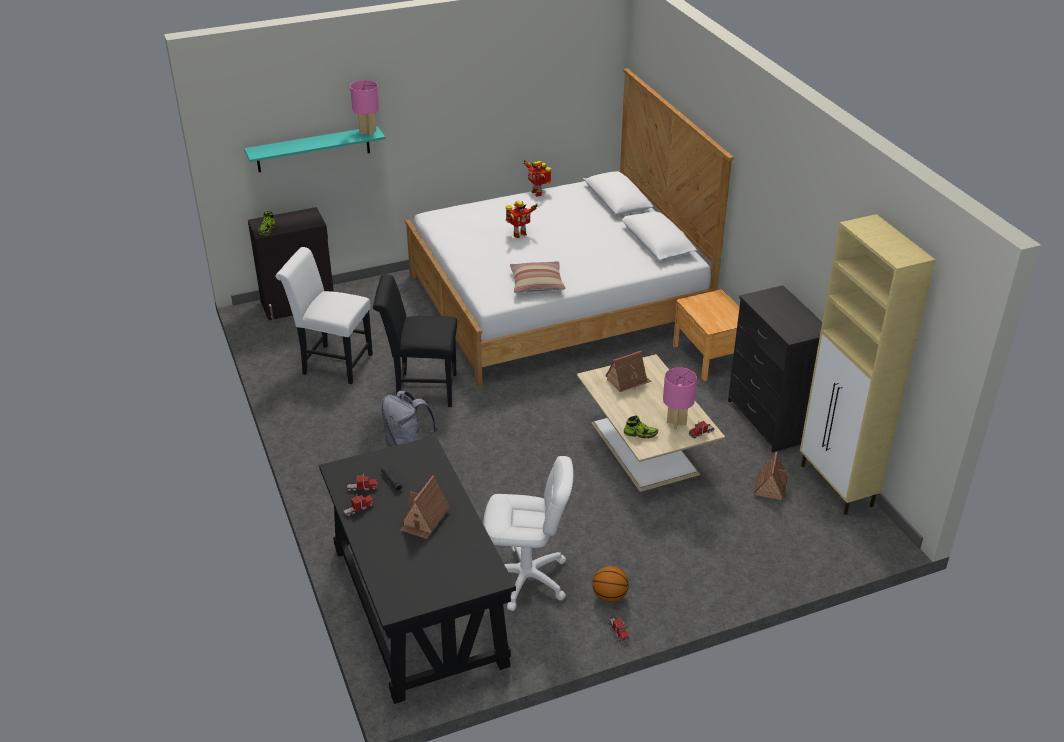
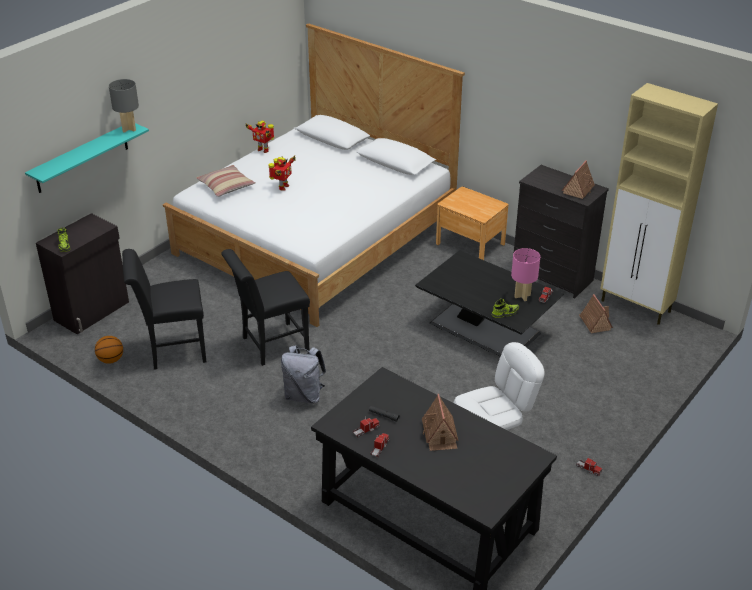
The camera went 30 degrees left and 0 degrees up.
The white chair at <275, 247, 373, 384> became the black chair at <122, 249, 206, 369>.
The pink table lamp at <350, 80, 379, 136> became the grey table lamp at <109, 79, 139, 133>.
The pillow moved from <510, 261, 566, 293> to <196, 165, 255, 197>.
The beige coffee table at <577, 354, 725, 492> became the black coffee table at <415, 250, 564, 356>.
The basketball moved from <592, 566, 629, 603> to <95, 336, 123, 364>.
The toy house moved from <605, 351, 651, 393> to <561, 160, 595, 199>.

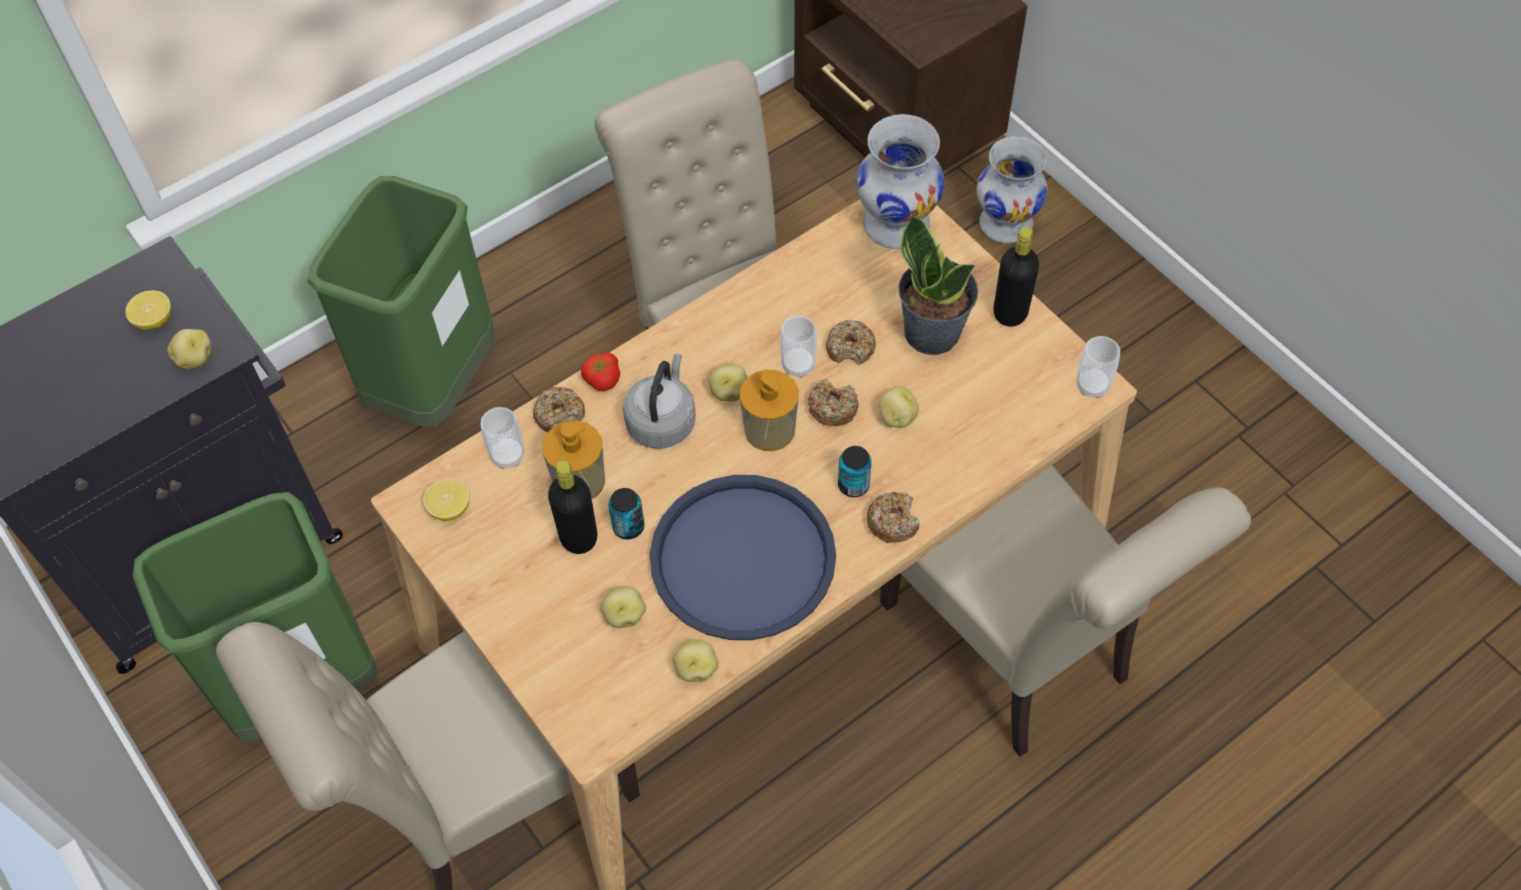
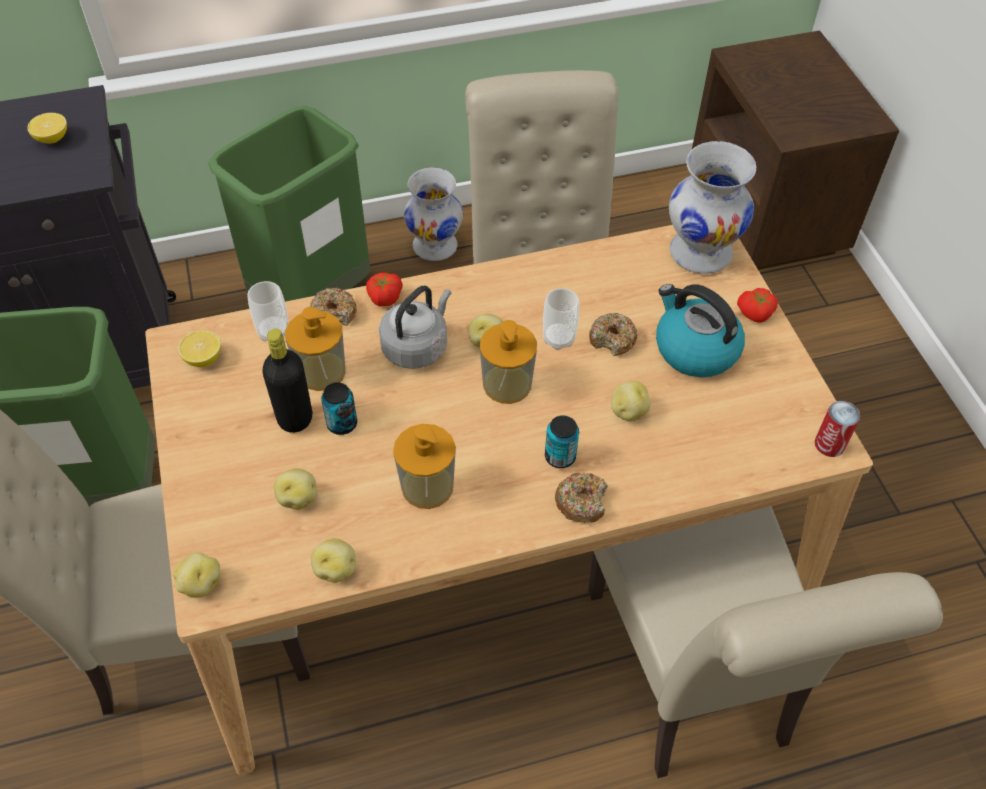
The camera went 20 degrees right and 5 degrees down.
The potato moved from <167, 329, 211, 369> to <173, 552, 220, 598>.
The blue tray at <650, 475, 836, 640> was replaced by the soap dispenser at <393, 424, 456, 509>.
The donut at <807, 378, 859, 426> disappeared.
The potted plant at <899, 214, 978, 355> was replaced by the kettle at <656, 284, 745, 377>.
The white vase moved from <977, 136, 1048, 243> to <404, 168, 463, 261>.
The black bottle at <994, 227, 1039, 326> disappeared.
The cup at <1076, 336, 1120, 398> was replaced by the can at <815, 401, 860, 457>.
The tomato at <737, 288, 778, 323> appeared.

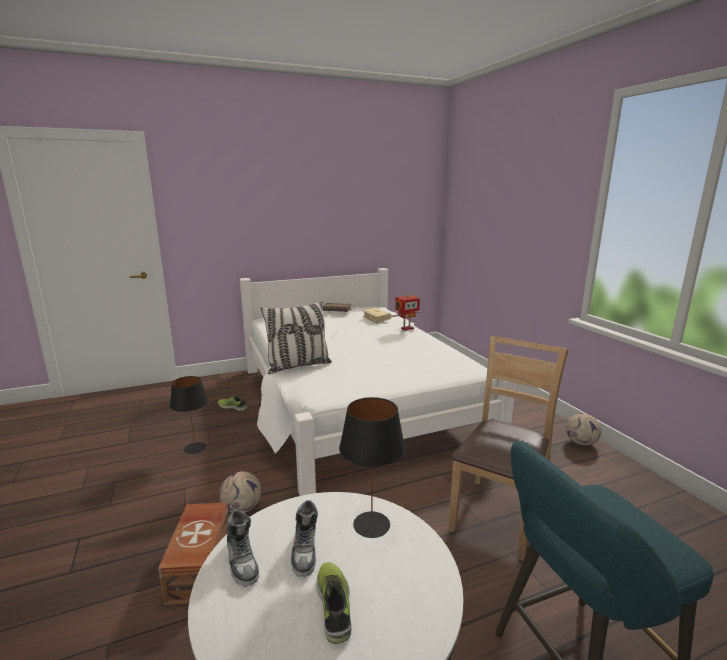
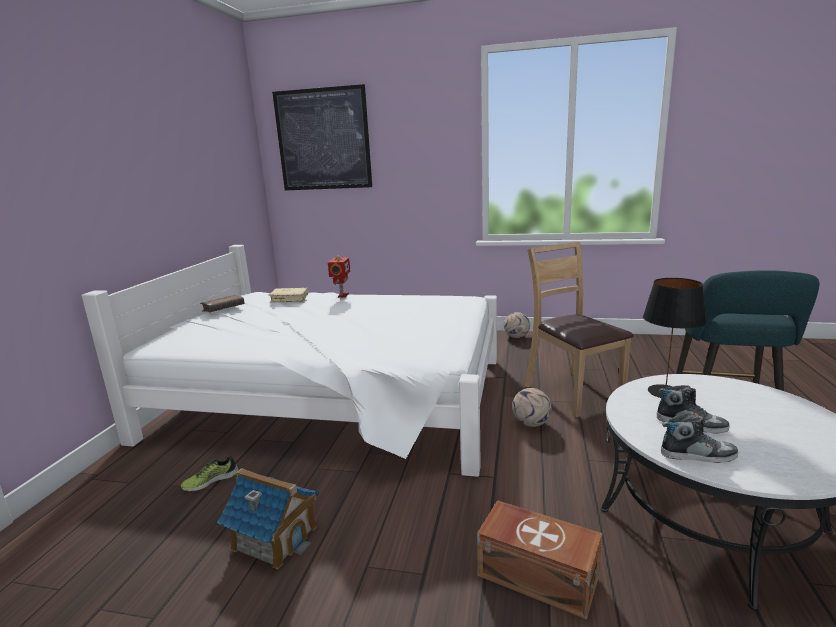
The camera went 55 degrees left and 0 degrees up.
The black table lamp at <170, 376, 208, 454> was replaced by the toy house at <217, 468, 319, 569>.
The football moved from <220, 471, 261, 513> to <512, 388, 552, 427>.
The pillow at <261, 301, 332, 374> disappeared.
The shoe at <317, 562, 352, 644> disappeared.
The picture at <272, 84, 372, 190> appeared.

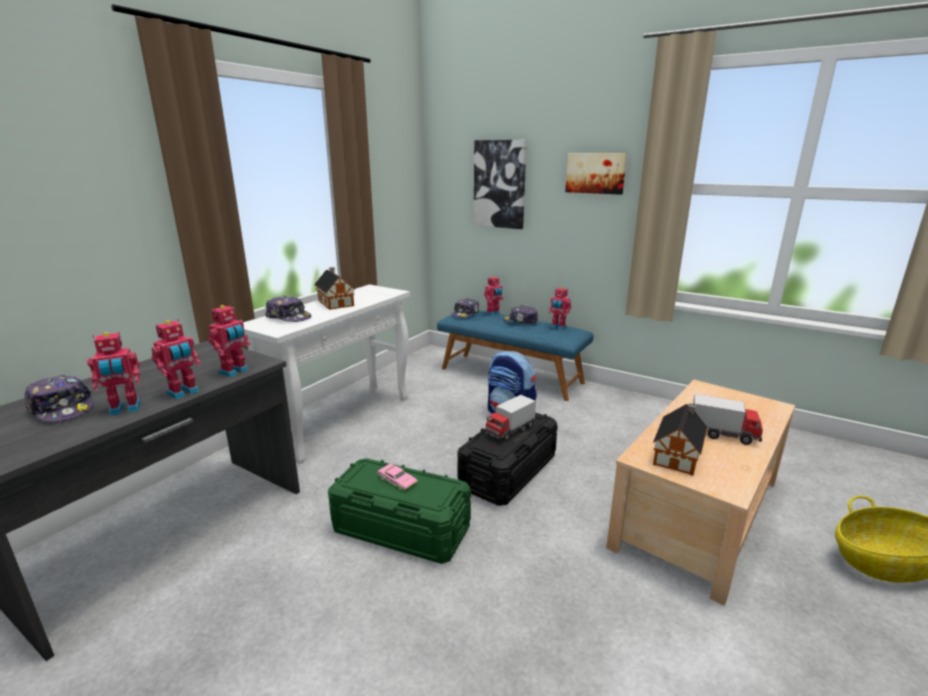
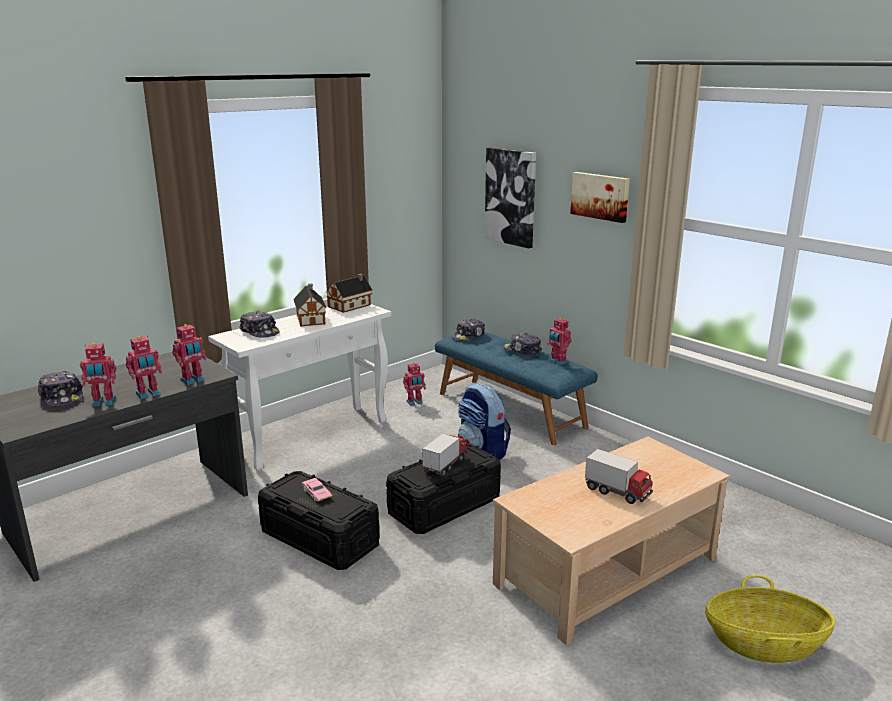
The camera went 15 degrees right and 0 degrees up.
The green storage box at <328, 458, 471, 564> became the black storage box at <258, 471, 380, 570>.
The toy robot moved from <484, 276, 504, 316> to <403, 363, 426, 406>.
The toy truck at <485, 395, 536, 441> turned 150 degrees clockwise.
The toy house moved from <653, 403, 708, 476> to <326, 273, 373, 313>.

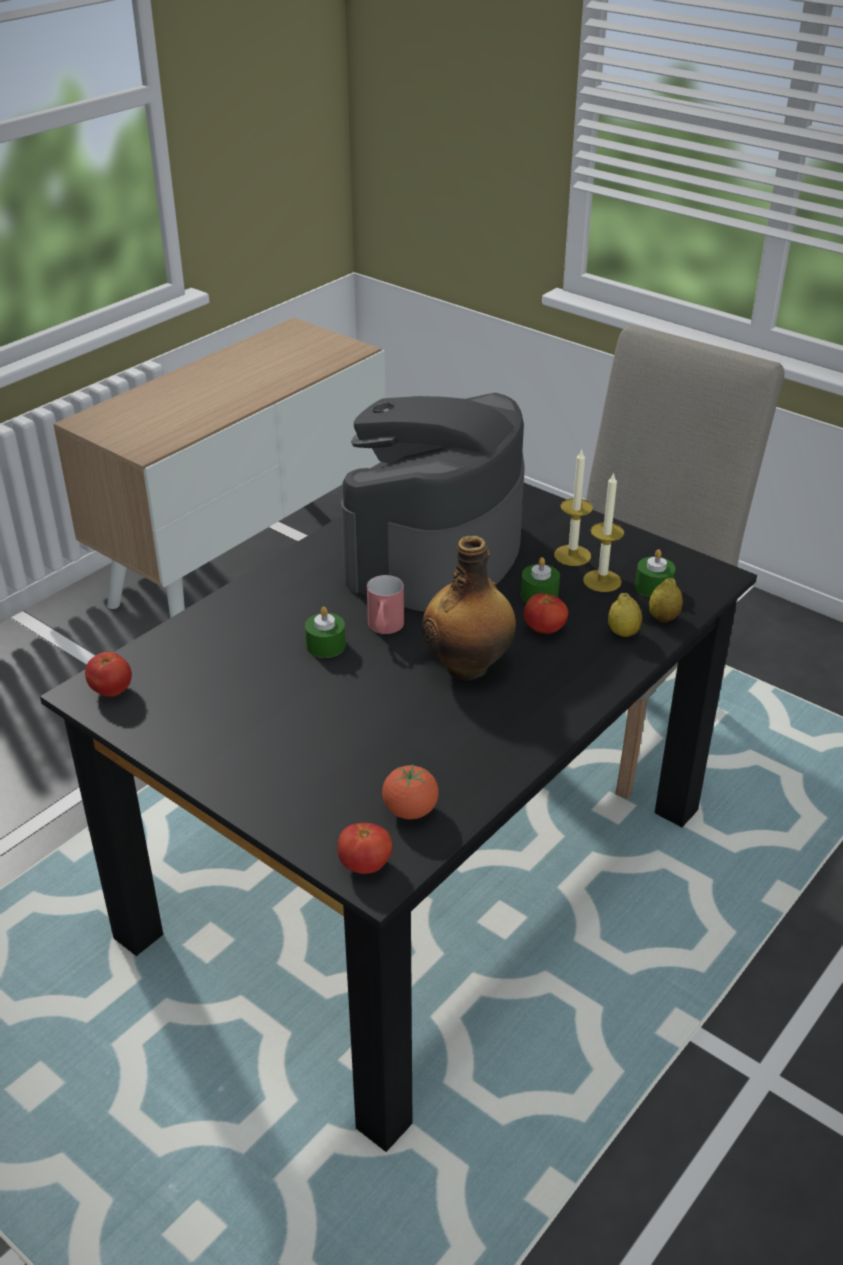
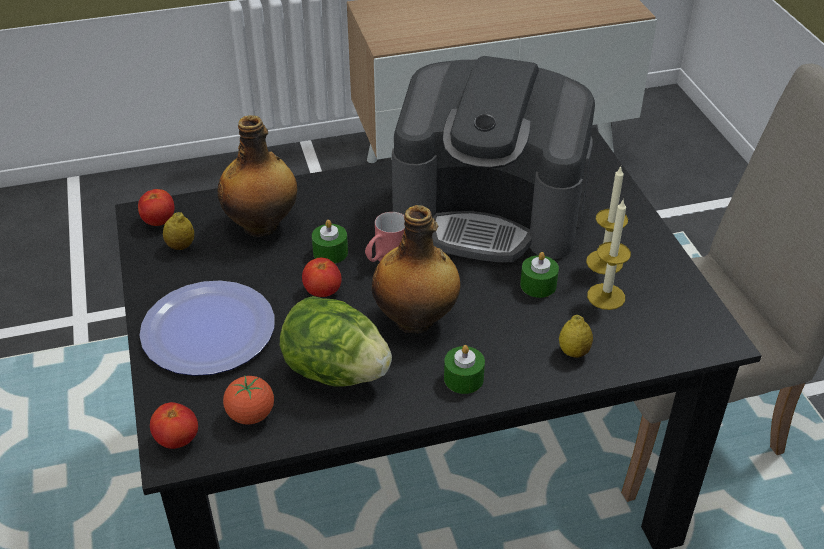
The camera went 35 degrees right and 5 degrees up.
The coffee machine at <341, 393, 525, 612> turned 135 degrees counterclockwise.
The tomato moved from <524, 593, 568, 634> to <302, 258, 341, 297>.
The green candle moved from <635, 549, 675, 597> to <444, 345, 485, 394>.
The lemon moved from <649, 578, 683, 623> to <163, 212, 194, 250>.
The plate at <139, 280, 275, 376> appeared.
The bottle at <217, 115, 297, 237> appeared.
The lettuce at <280, 296, 392, 386> appeared.

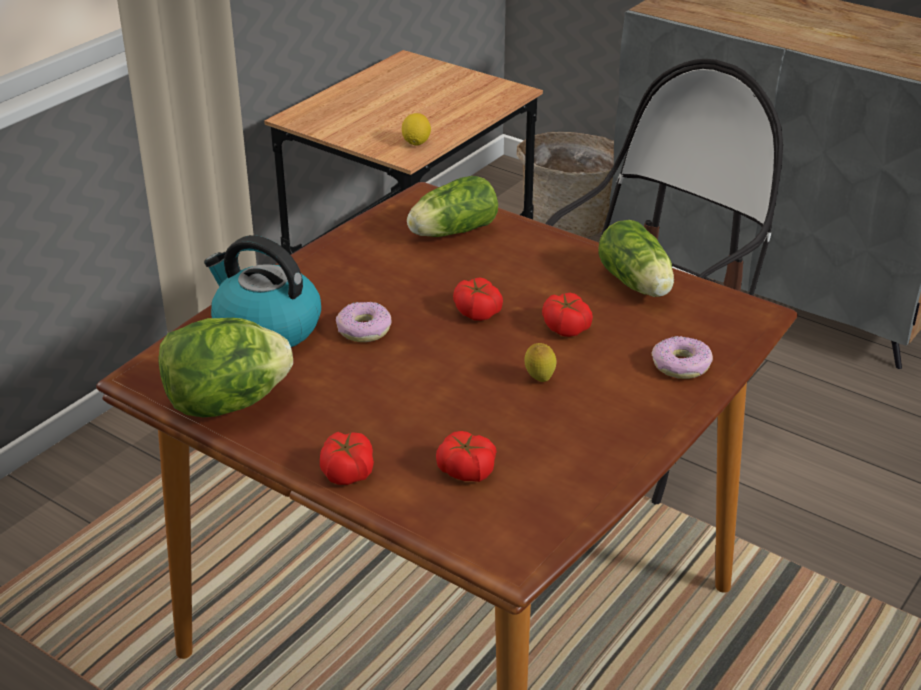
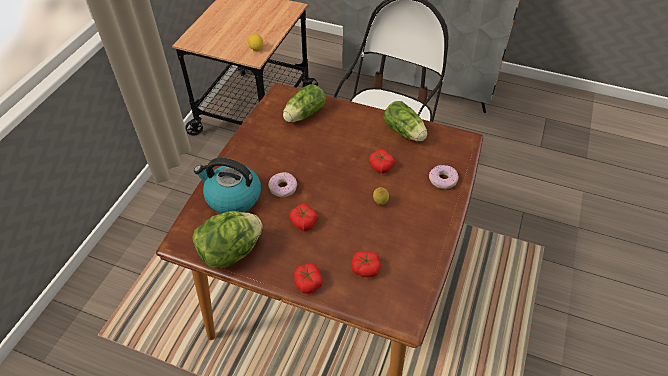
The camera went 15 degrees left and 15 degrees up.
The tomato moved from <453, 277, 503, 321> to <290, 204, 318, 231>.
The basket at <516, 132, 614, 238> disappeared.

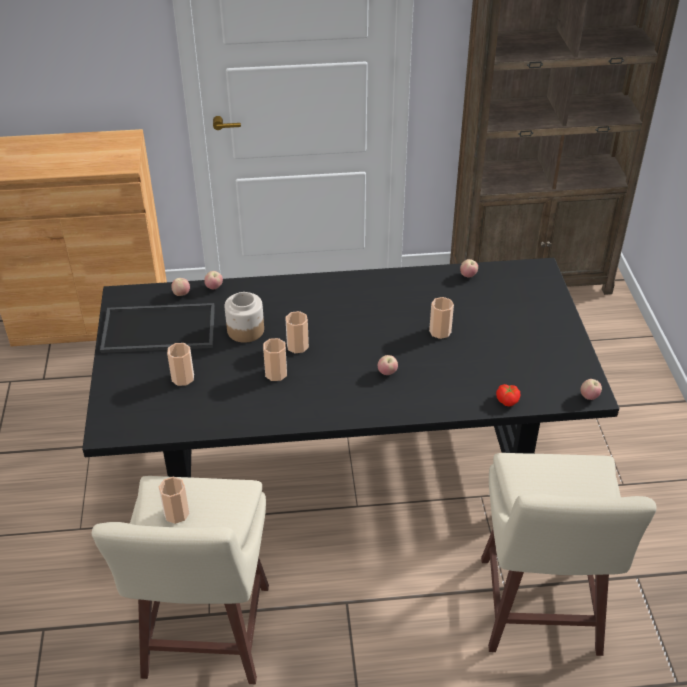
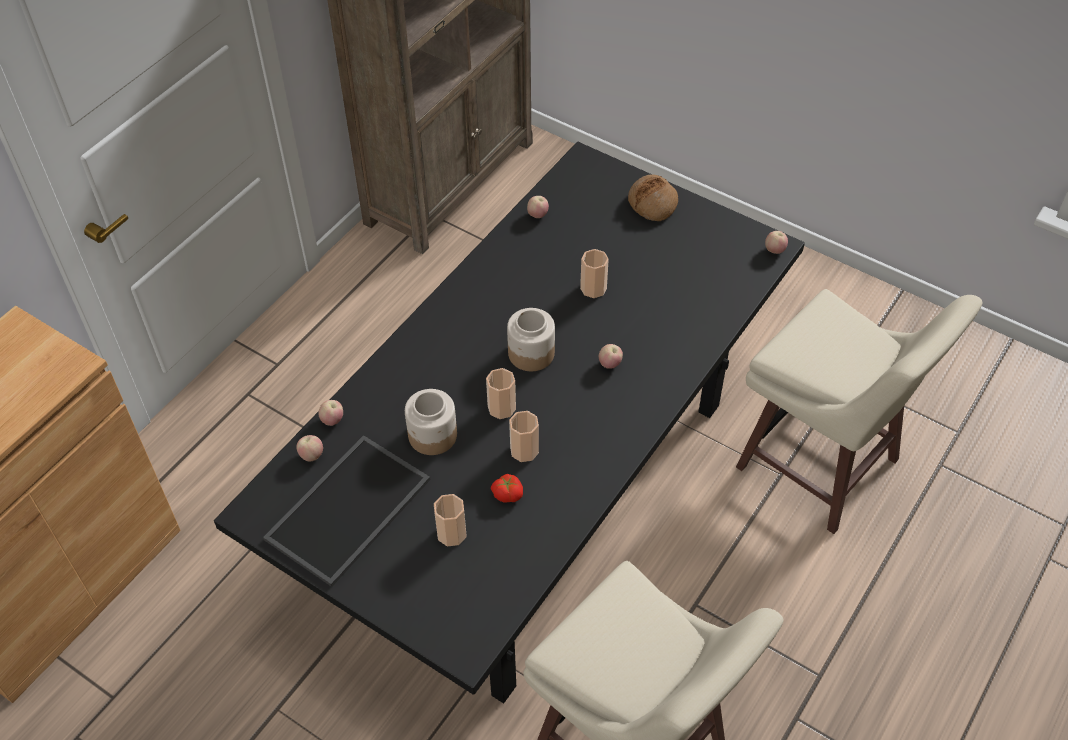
The camera went 50 degrees left and 10 degrees up.
The cup at <159, 477, 189, 524> disappeared.
The tomato moved from <496, 384, 520, 406> to <491, 474, 523, 503>.
The jar at <507, 308, 555, 371> appeared.
The bread at <628, 175, 678, 221> appeared.

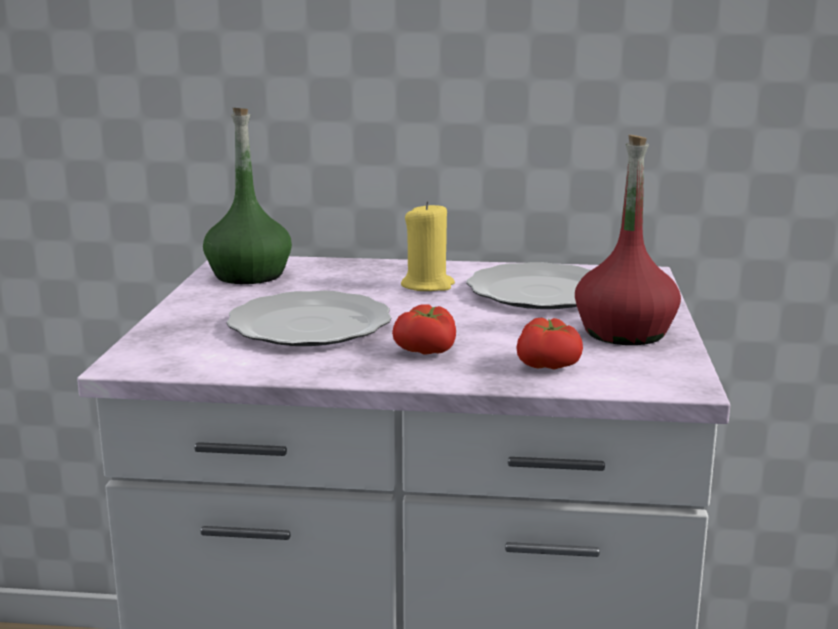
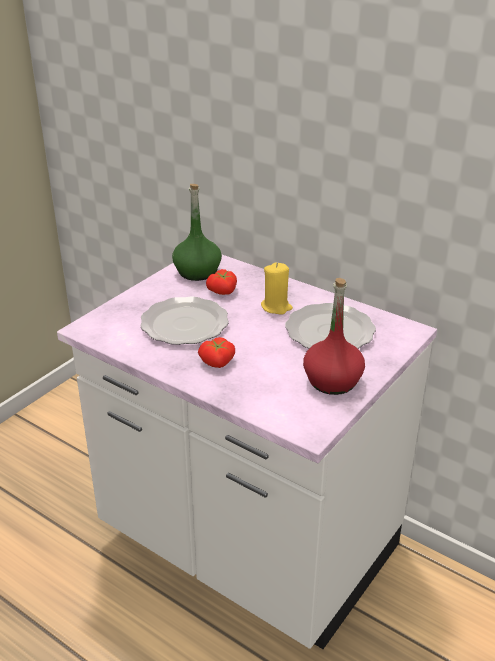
The camera went 30 degrees right and 15 degrees up.
The tomato moved from <516, 317, 583, 370> to <206, 269, 237, 295>.

